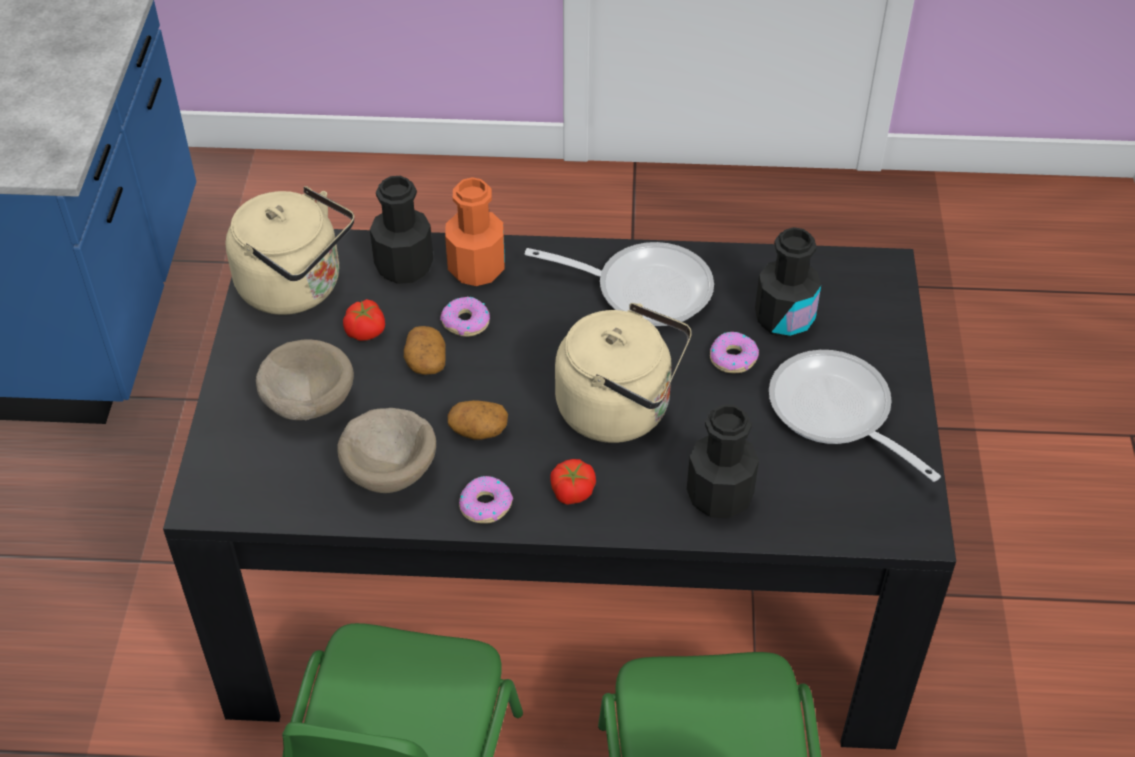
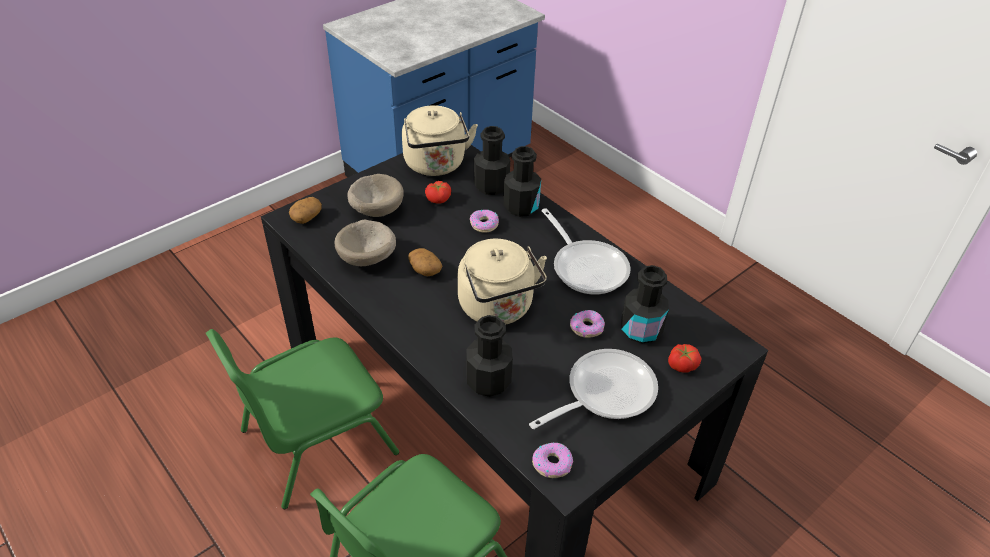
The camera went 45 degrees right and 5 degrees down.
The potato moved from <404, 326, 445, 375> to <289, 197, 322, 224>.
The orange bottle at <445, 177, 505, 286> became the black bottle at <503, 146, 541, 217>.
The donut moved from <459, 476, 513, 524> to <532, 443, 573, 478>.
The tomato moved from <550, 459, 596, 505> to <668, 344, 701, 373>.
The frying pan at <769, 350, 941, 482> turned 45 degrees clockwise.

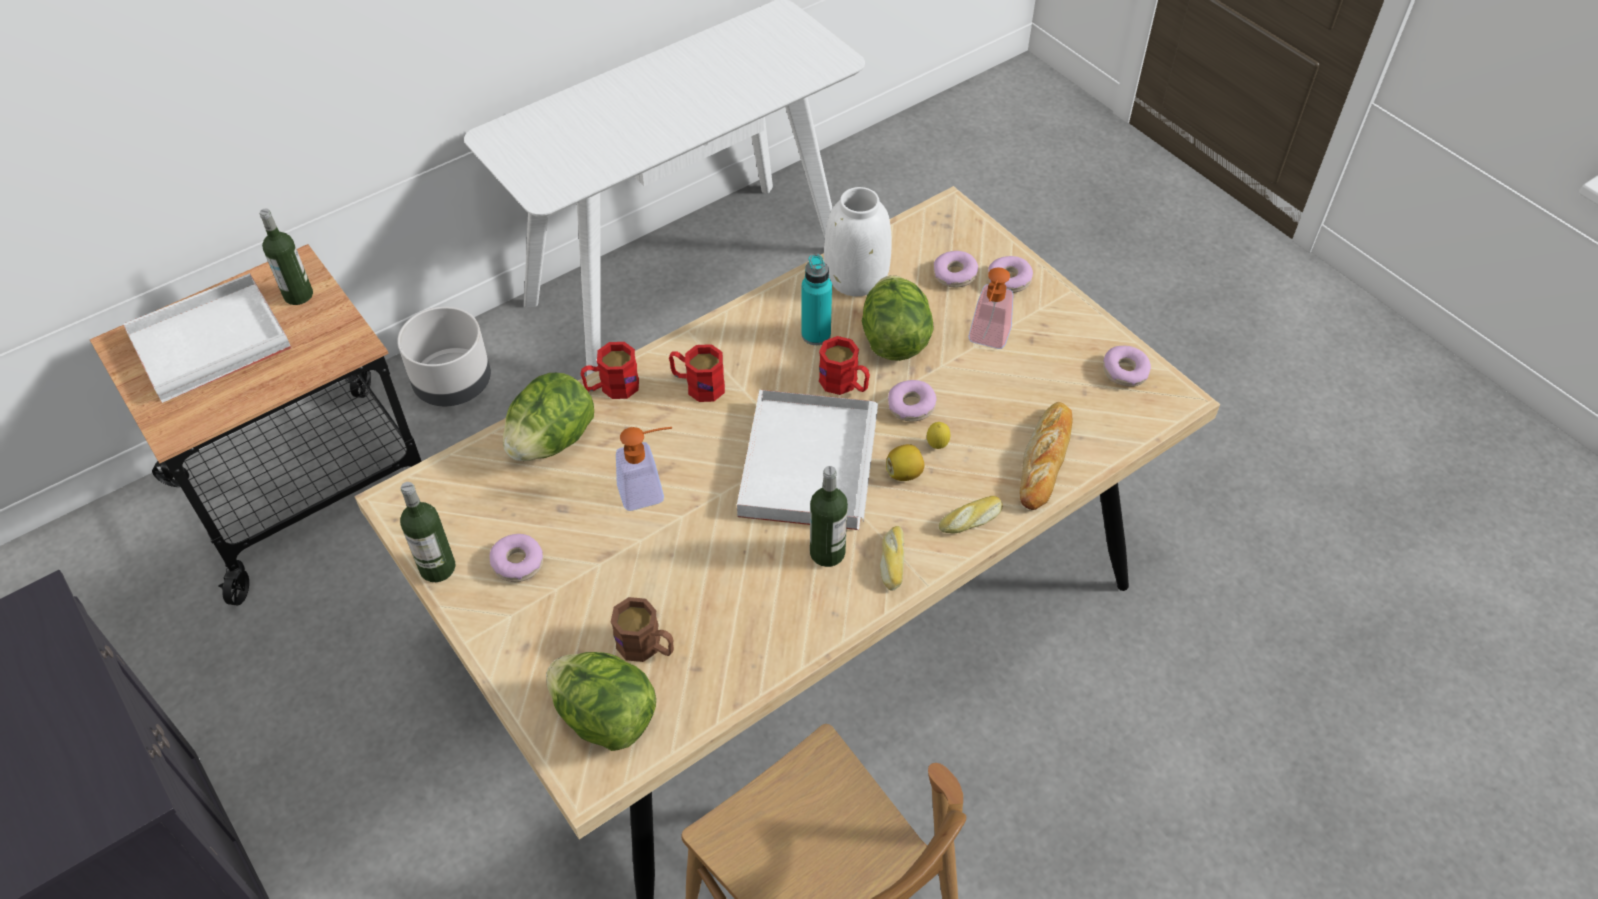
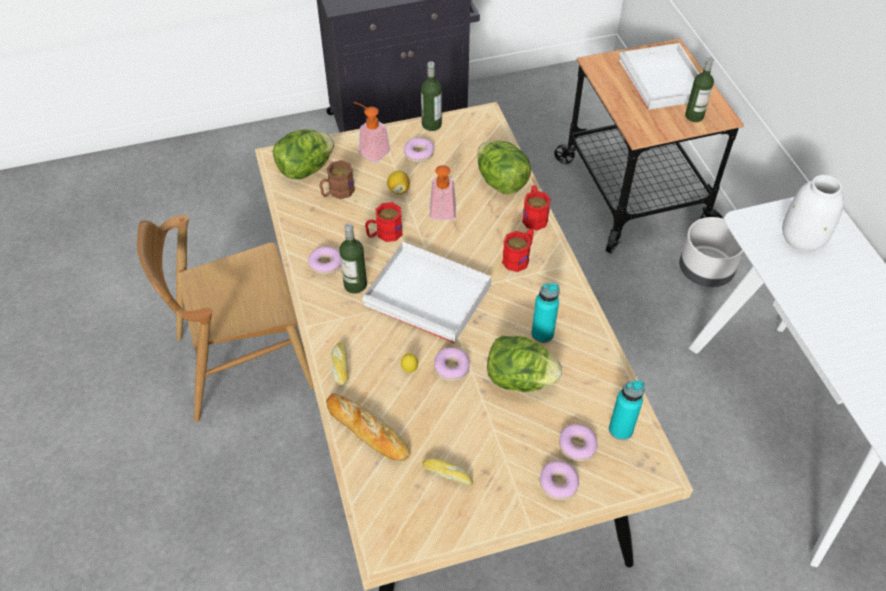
The camera went 110 degrees right and 0 degrees up.
The red mug moved from <819, 336, 870, 395> to <365, 202, 403, 242>.
The white vase moved from <824, 187, 892, 296> to <782, 175, 844, 252>.
The bread moved from <880, 526, 905, 590> to <422, 458, 473, 486>.
The lemon moved from <886, 444, 924, 481> to <387, 171, 410, 194>.
The soap dispenser moved from <969, 267, 1013, 349> to <354, 102, 390, 163>.
The donut moved from <1103, 346, 1151, 386> to <308, 246, 341, 275>.
The turquoise bottle at <609, 380, 645, 440> appeared.

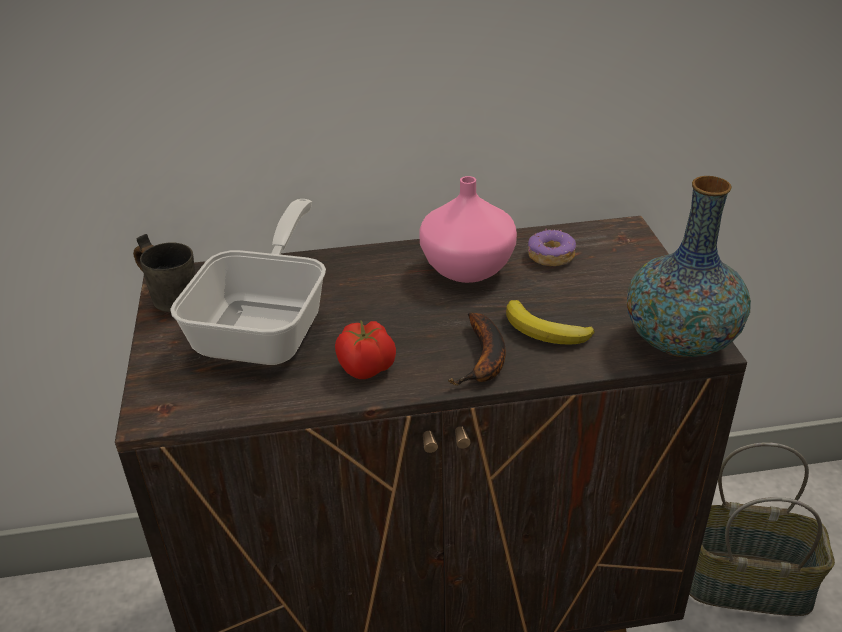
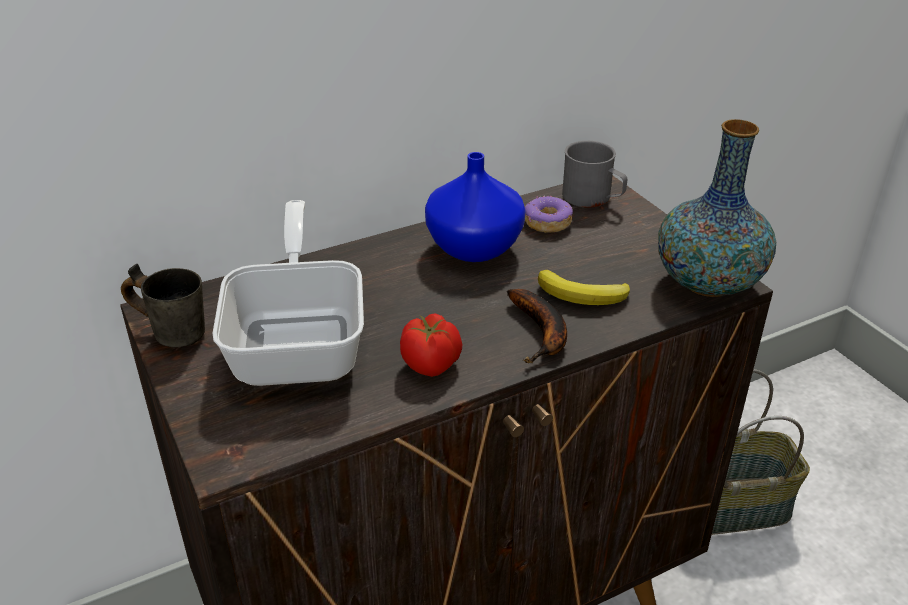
The camera went 20 degrees left and 0 degrees up.
The pink vase at <419, 176, 517, 283> became the blue vase at <425, 152, 526, 262>.
The grey mug at <562, 141, 627, 208> appeared.

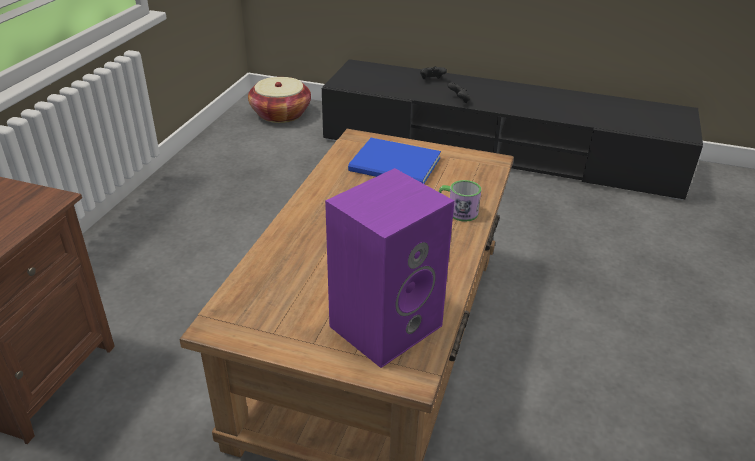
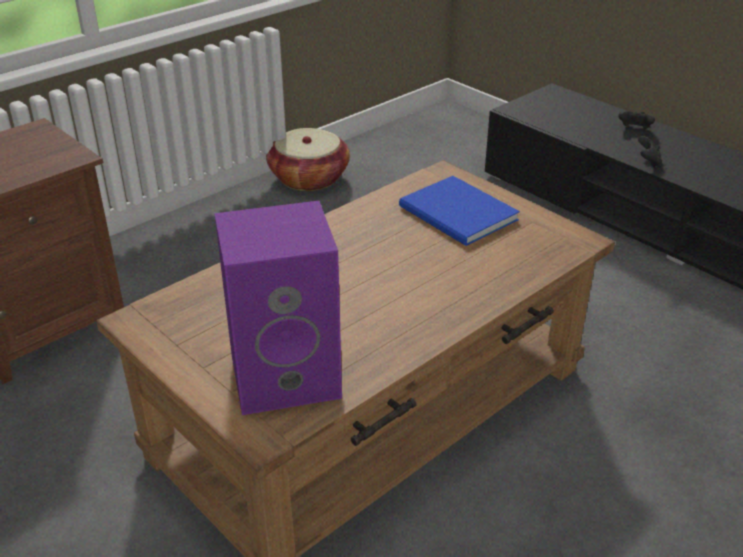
The camera went 30 degrees right and 0 degrees up.
The basket moved from <248, 77, 311, 123> to <266, 128, 350, 191>.
The mug at <439, 180, 481, 222> disappeared.

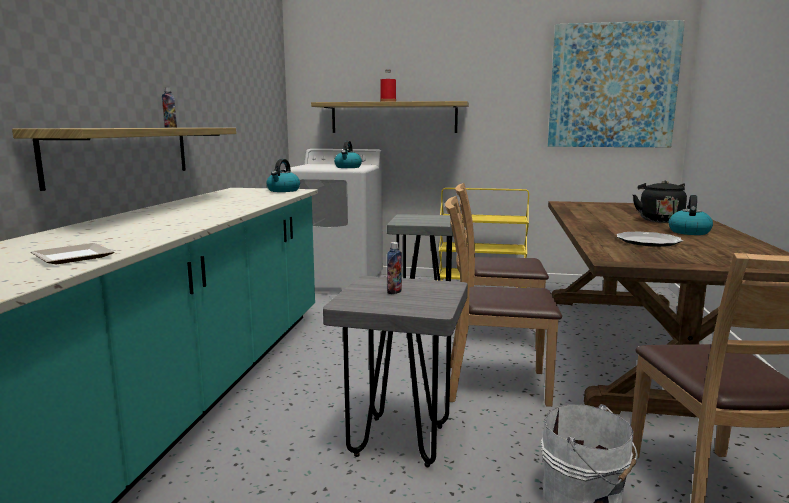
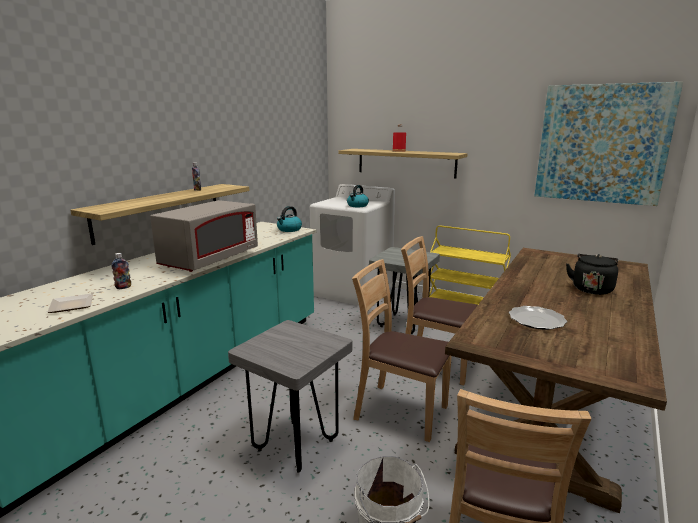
The camera went 20 degrees right and 5 degrees up.
The bottle moved from <387, 242, 402, 294> to <112, 253, 131, 289>.
The kettle at <669, 195, 713, 235> disappeared.
The grey microwave at <150, 200, 258, 272> appeared.

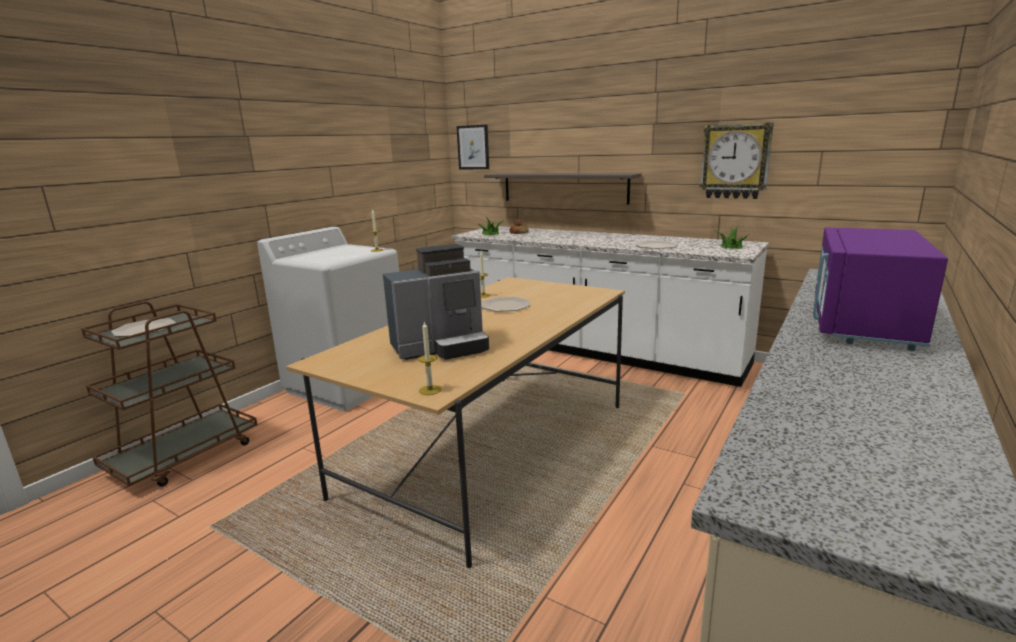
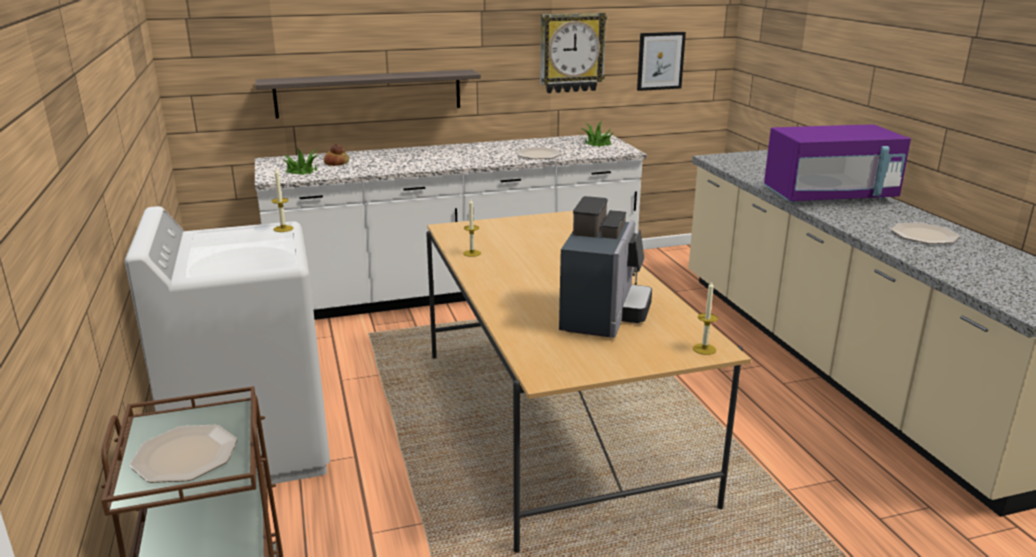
The camera went 50 degrees left and 5 degrees up.
The picture moved from <457, 125, 489, 169> to <637, 32, 686, 91>.
The plate moved from <481, 297, 530, 312> to <891, 222, 960, 244>.
The purple microwave at <813, 227, 948, 351> turned 75 degrees counterclockwise.

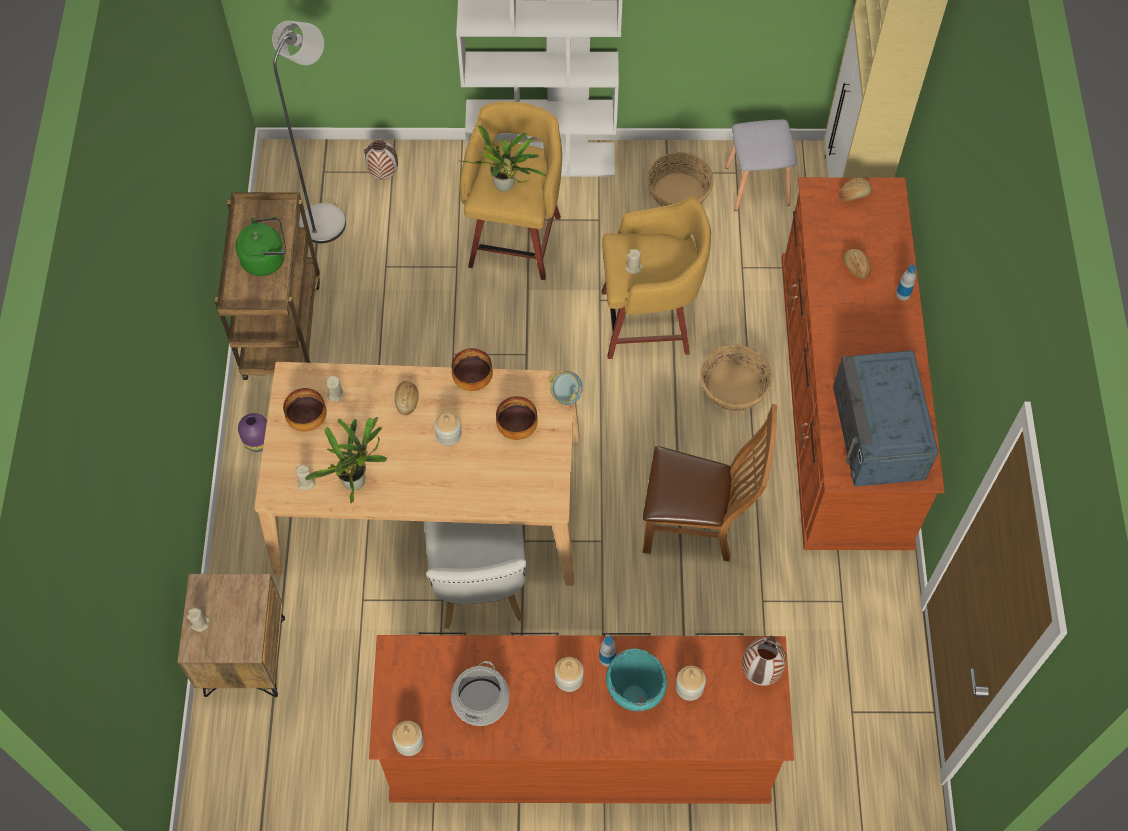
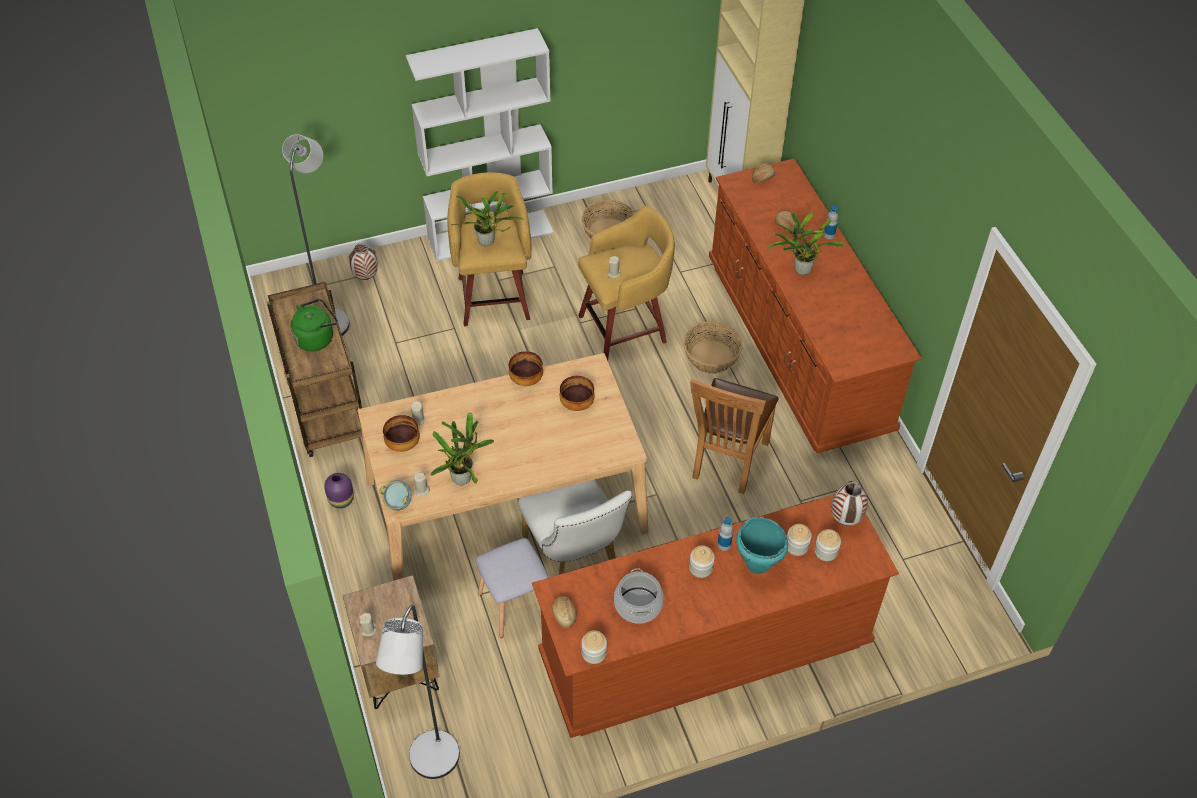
The camera went 20 degrees left and 10 degrees down.
The bread moved from <395, 381, 419, 416> to <552, 596, 577, 628>.
The jar moved from <434, 412, 462, 446> to <815, 529, 841, 561>.
The bowl moved from <548, 371, 583, 405> to <379, 480, 412, 511>.
The brown chair at <643, 404, 777, 562> turned 120 degrees clockwise.
The grey stool moved from <725, 119, 797, 211> to <475, 538, 549, 638>.
The blue microwave at <833, 350, 938, 487> disappeared.
The grey floor lamp at <376, 605, 460, 779> appeared.
The potted plant at <767, 212, 845, 275> appeared.

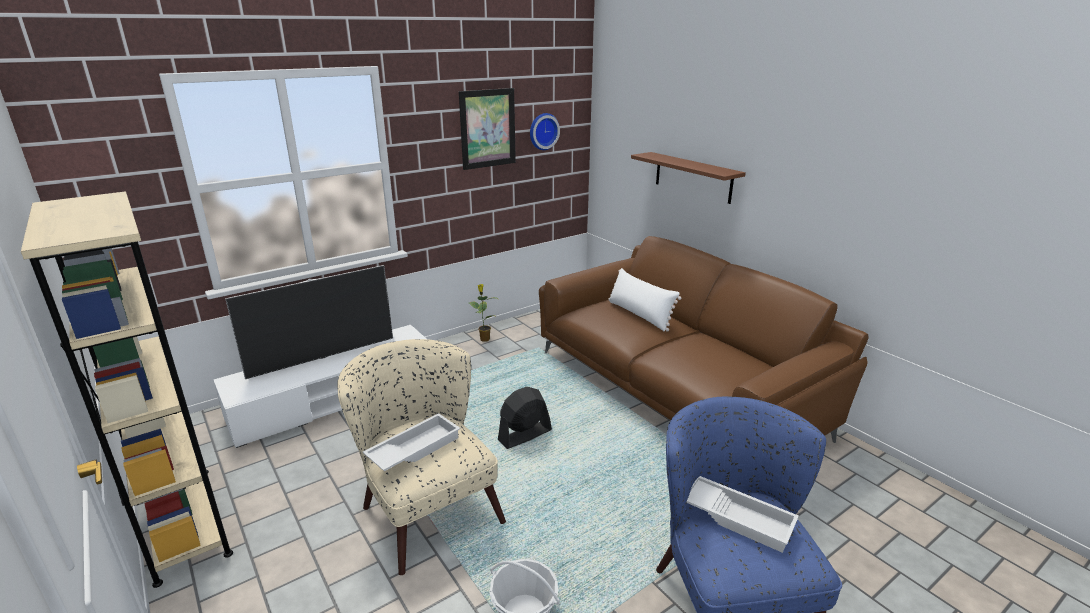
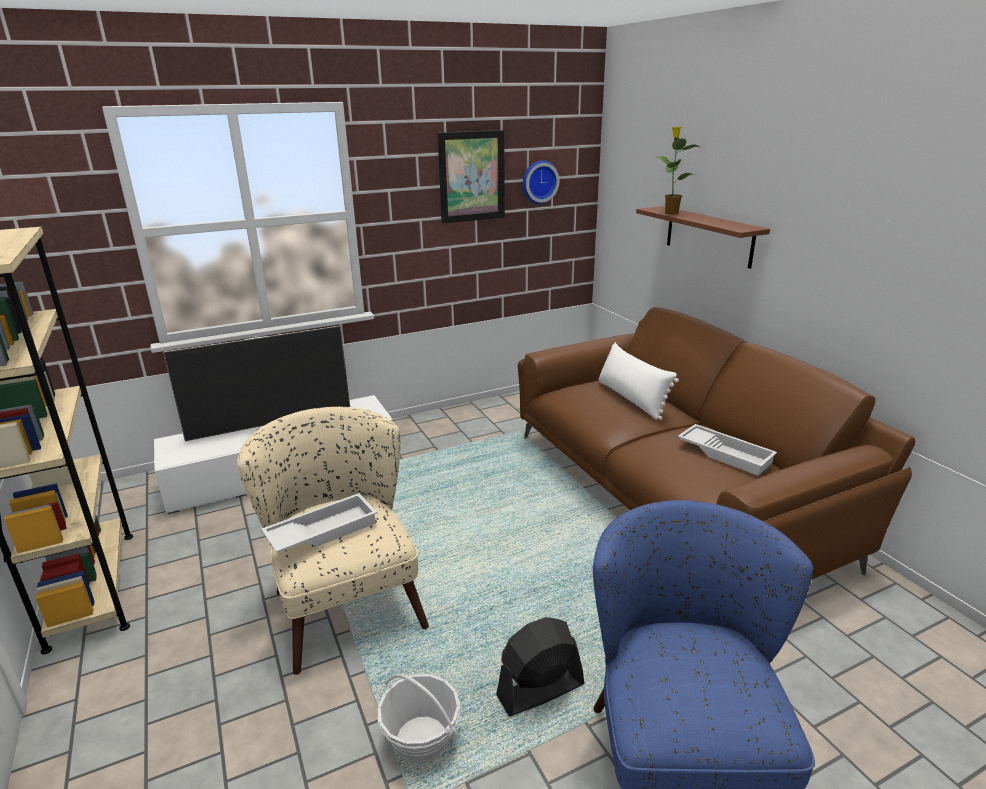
The camera went 10 degrees right and 0 degrees up.
The potted plant moved from <469, 284, 498, 342> to <655, 127, 702, 215>.
The black fan moved from <498, 387, 552, 449> to <496, 617, 584, 716>.
The white tray moved from <687, 476, 799, 553> to <678, 424, 777, 476>.

